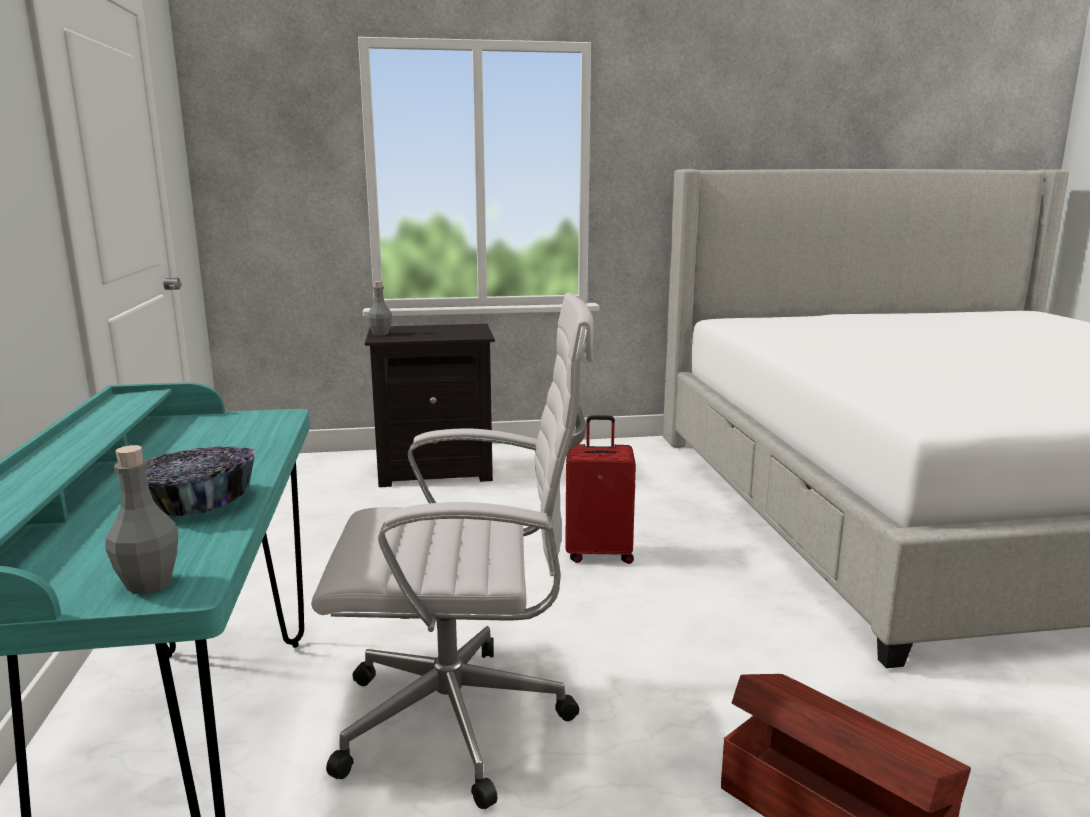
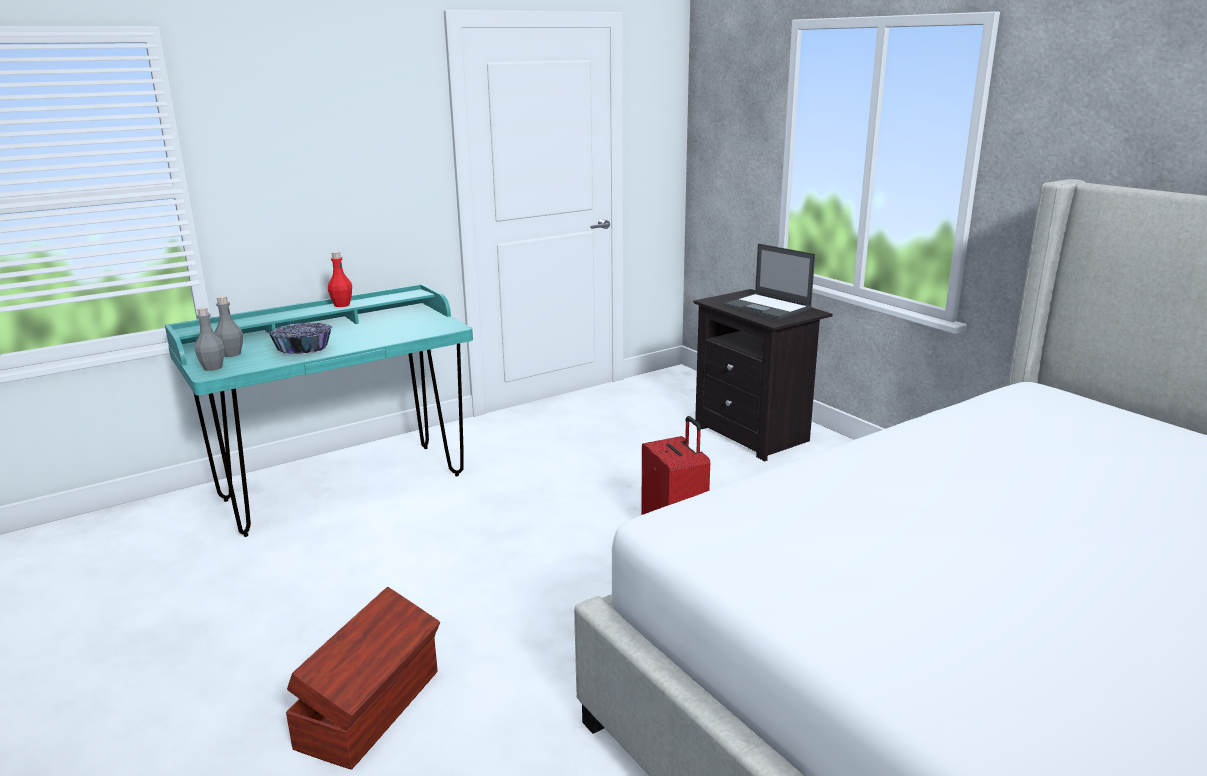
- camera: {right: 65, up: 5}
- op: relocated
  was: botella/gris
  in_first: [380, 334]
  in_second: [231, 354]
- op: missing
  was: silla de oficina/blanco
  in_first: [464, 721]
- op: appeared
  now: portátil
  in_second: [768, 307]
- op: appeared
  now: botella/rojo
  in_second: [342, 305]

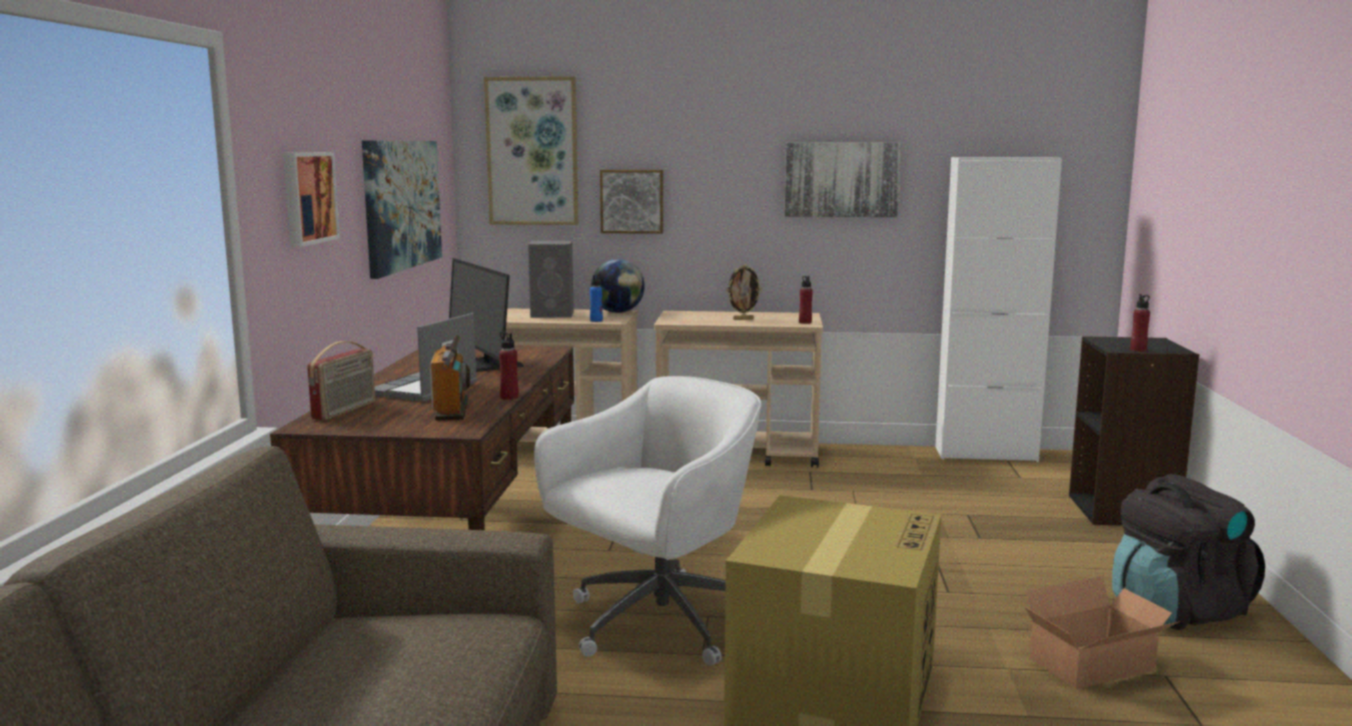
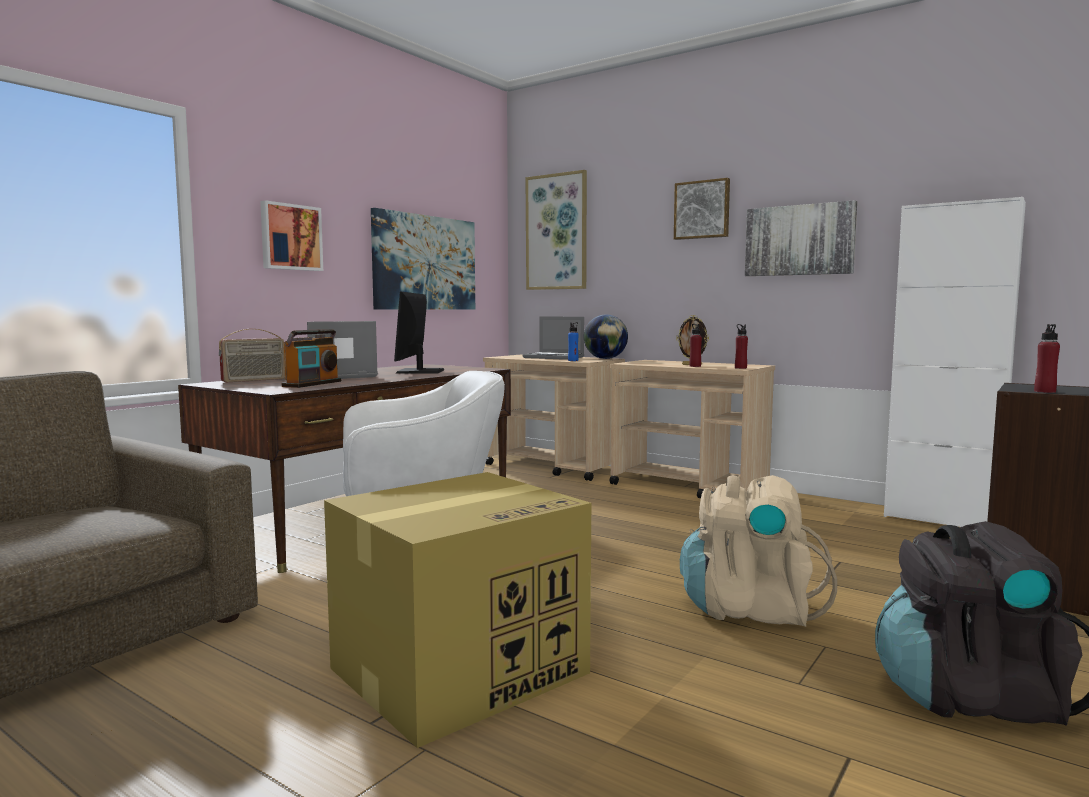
- camera: {right: 30, up: -5}
- op: relocated
  was: cuadro
  in_first: [632, 201]
  in_second: [702, 210]
- op: exchanged
  was: altavoz/gris
  now: portátil
  in_first: [553, 314]
  in_second: [554, 357]
- op: relocated
  was: botella/rojo
  in_first: [509, 397]
  in_second: [695, 366]
- op: missing
  was: caja de cartón
  in_first: [1097, 666]
- op: appeared
  now: mochila/beis
  in_second: [750, 609]

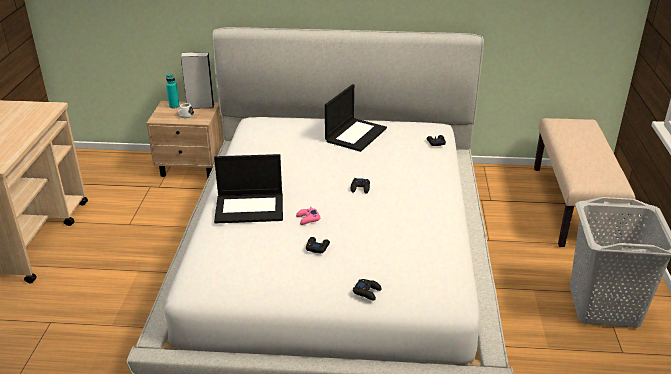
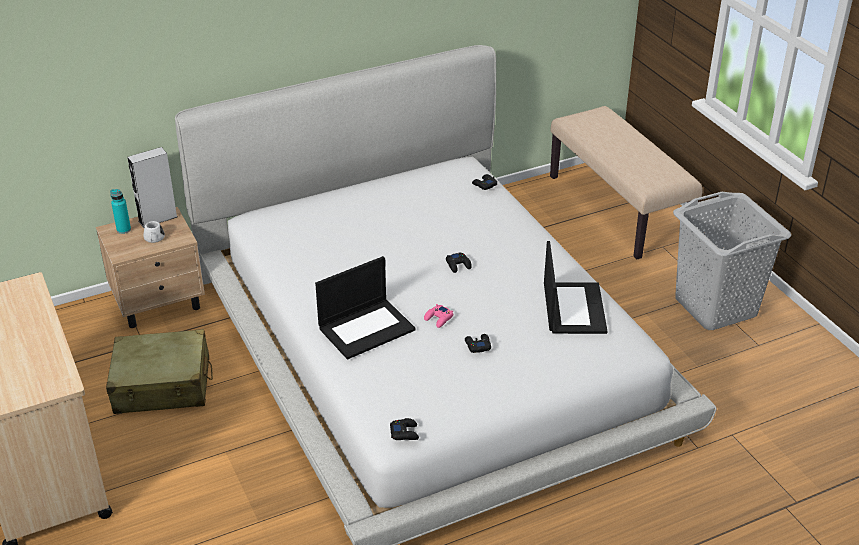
- camera: {right: -30, up: 5}
- op: relocated
  was: portátil
  in_first: [355, 134]
  in_second: [573, 308]
- op: relocated
  was: mando de consola/negro
  in_first: [367, 292]
  in_second: [404, 432]
- op: appeared
  now: maleta/beis
  in_second: [162, 385]

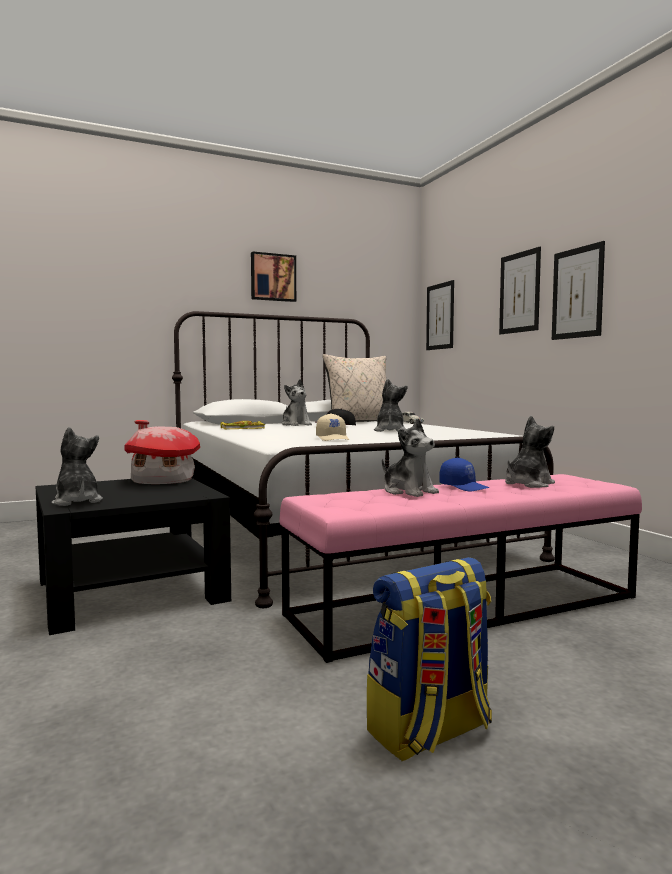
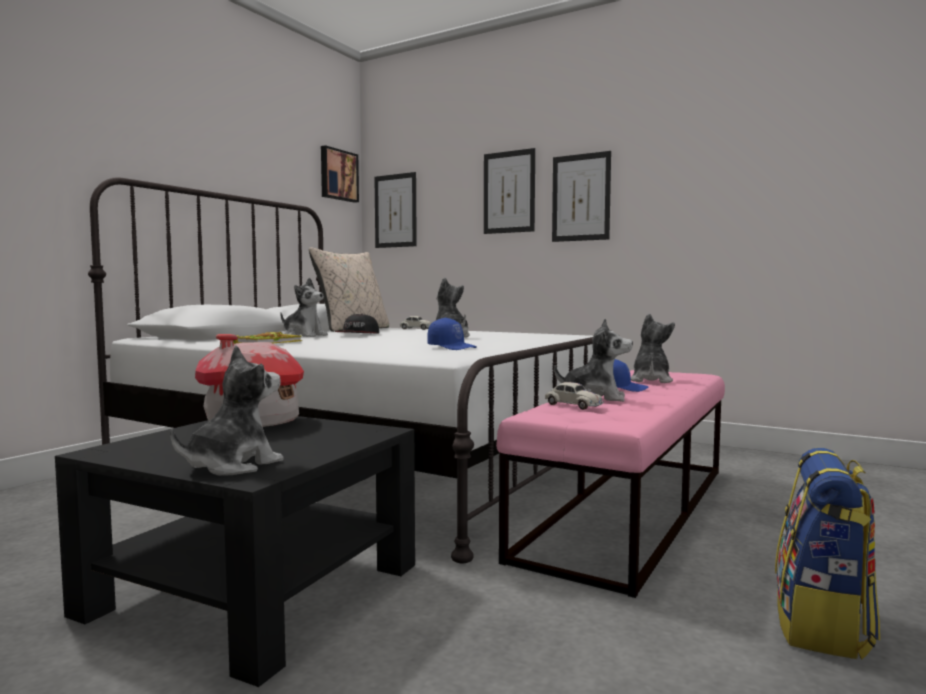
- camera: {right: -35, up: 0}
- op: relocated
  was: cuadro
  in_first: [273, 277]
  in_second: [338, 175]
- op: colour
  was: gorra/beis
  now: gorra/azul
  in_first: [333, 439]
  in_second: [452, 347]
- op: spun
  was: peluche
  in_first: [77, 501]
  in_second: [232, 465]
  clockwise: 105
- op: appeared
  now: coche de juguete/blanco
  in_second: [573, 405]

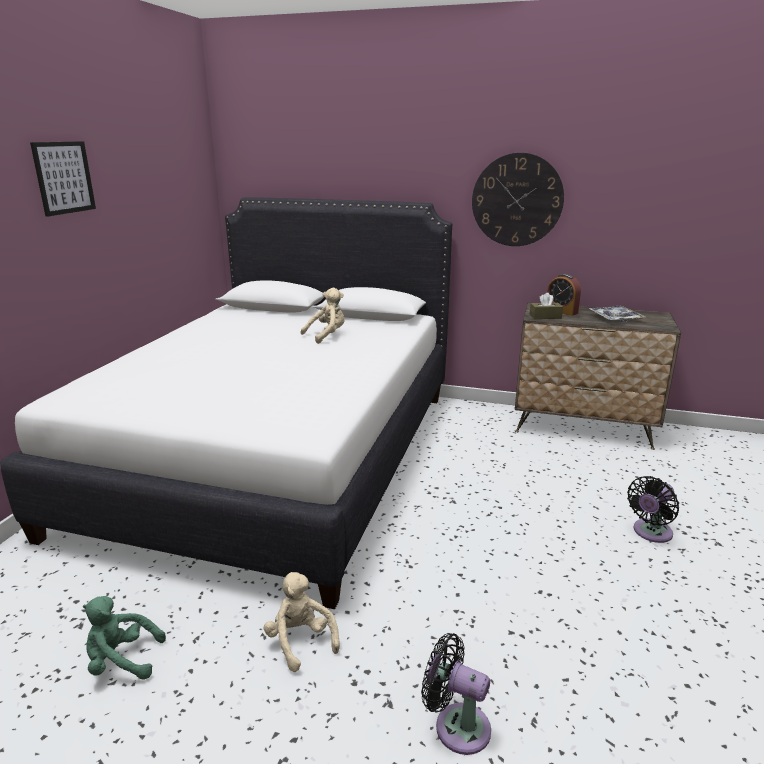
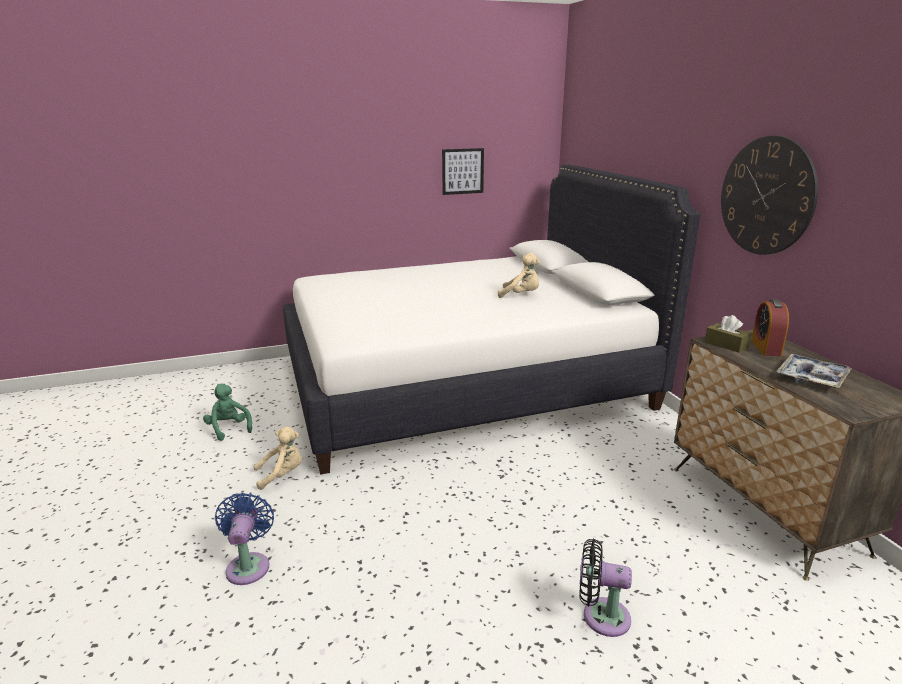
- camera: {right: 55, up: 0}
- op: relocated
  was: cuadro
  in_first: [64, 177]
  in_second: [462, 171]
- op: spun
  was: peluche/beis
  in_first: [300, 641]
  in_second: [282, 474]
  clockwise: 45
- op: colour
  was: ventilador/negro
  now: ventilador/azul
  in_first: [457, 725]
  in_second: [249, 565]

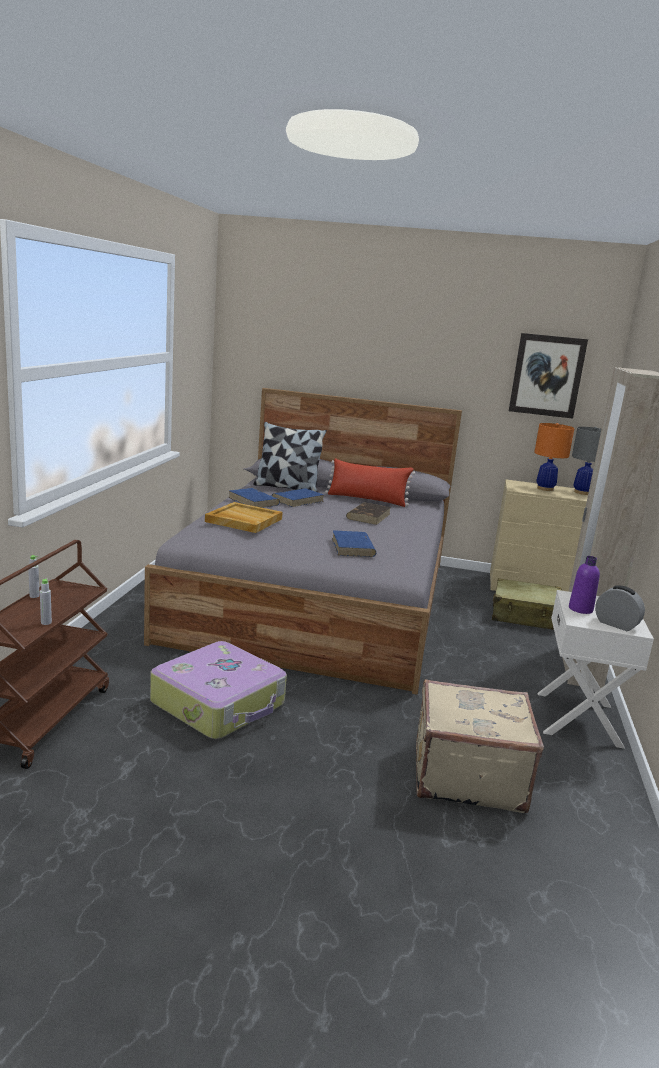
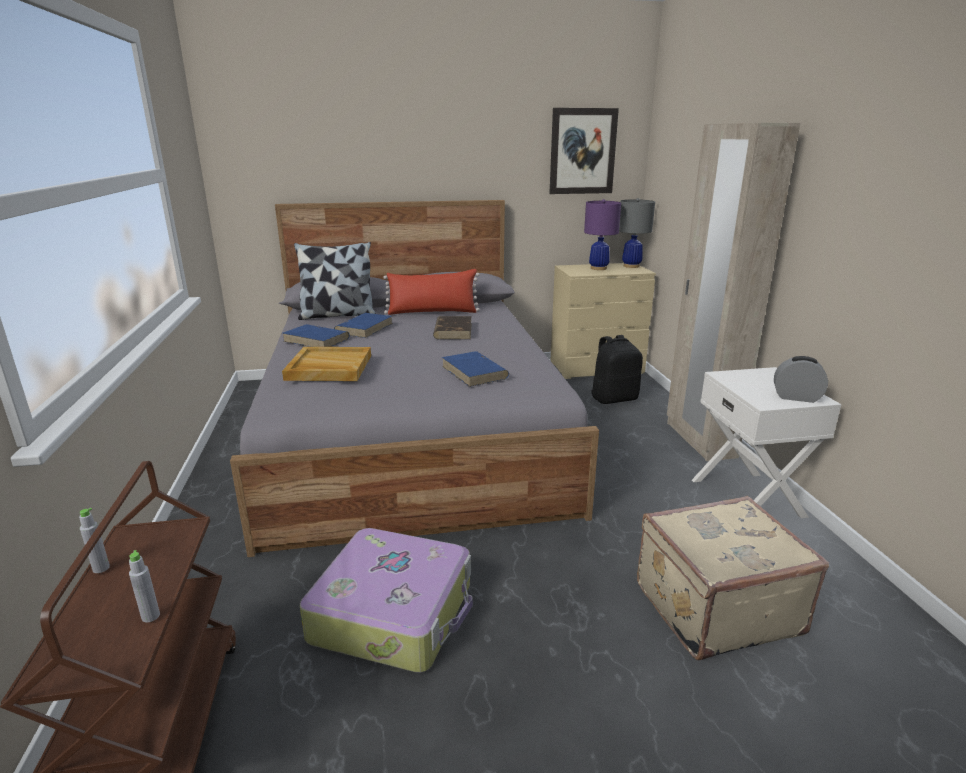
- camera: {right: -20, up: 5}
- op: colour
  was: lámpara de mesa/naranja
  now: lámpara de mesa/morado
  in_first: [545, 489]
  in_second: [598, 268]
- op: missing
  was: botella/morado
  in_first: [580, 609]
- op: exchanged
  was: maleta/beis
  now: mochila/negro
  in_first: [525, 616]
  in_second: [614, 398]

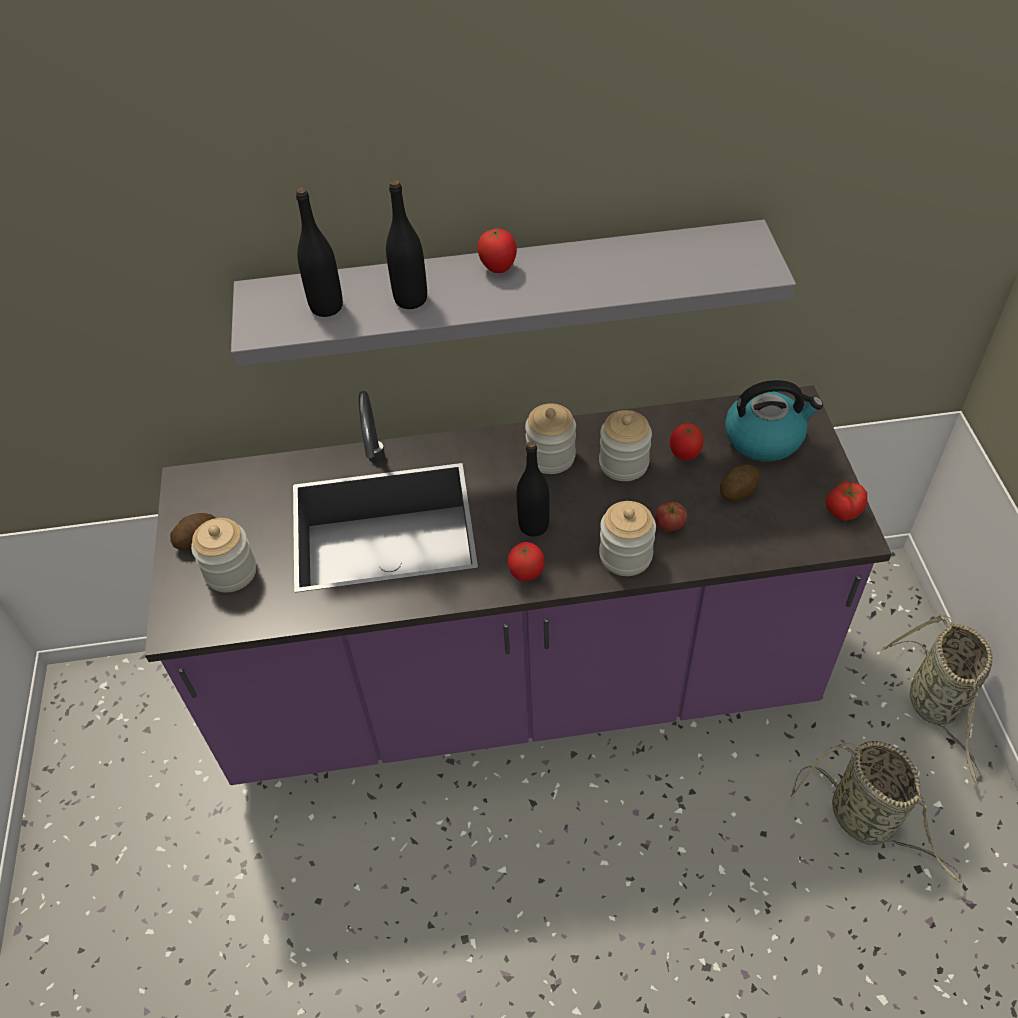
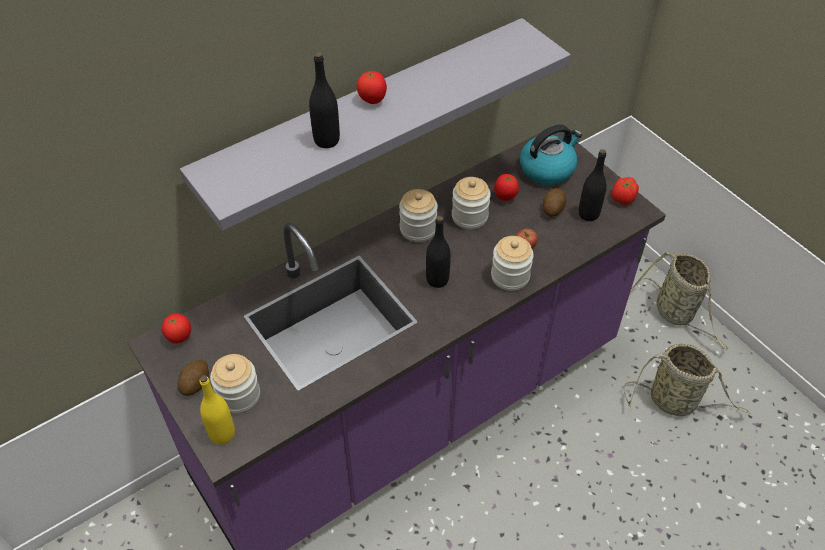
- camera: {right: -30, up: 0}
- op: relocated
  was: botella/negro
  in_first: [326, 307]
  in_second: [588, 214]
- op: relocated
  was: tomate
  in_first: [526, 574]
  in_second: [179, 338]
- op: appeared
  now: botella/amarillo
  in_second: [222, 434]

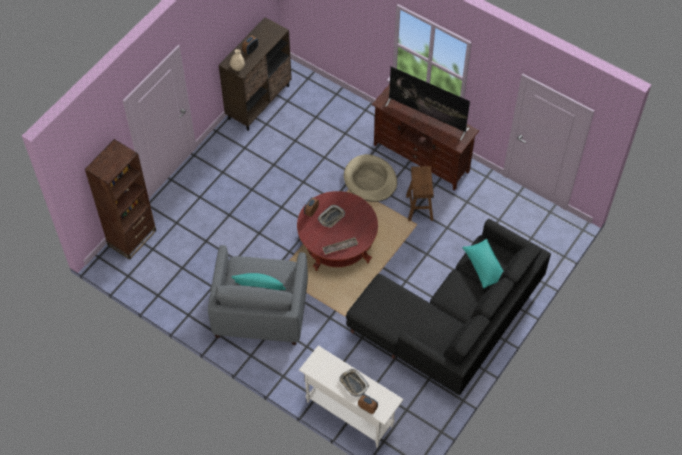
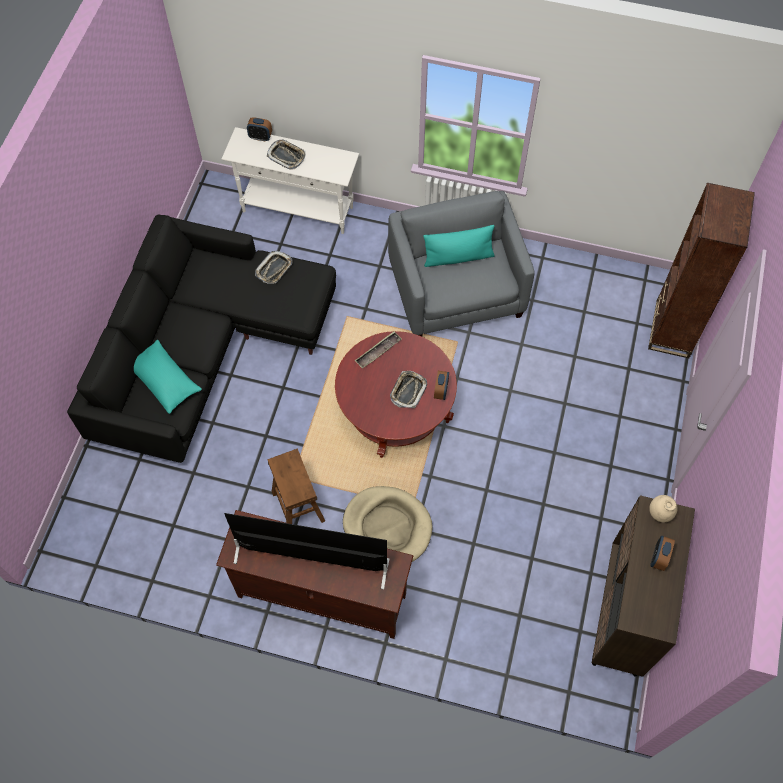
- camera: {right: 160, up: 5}
- op: appeared
  now: bandeja
  in_second: [274, 269]

